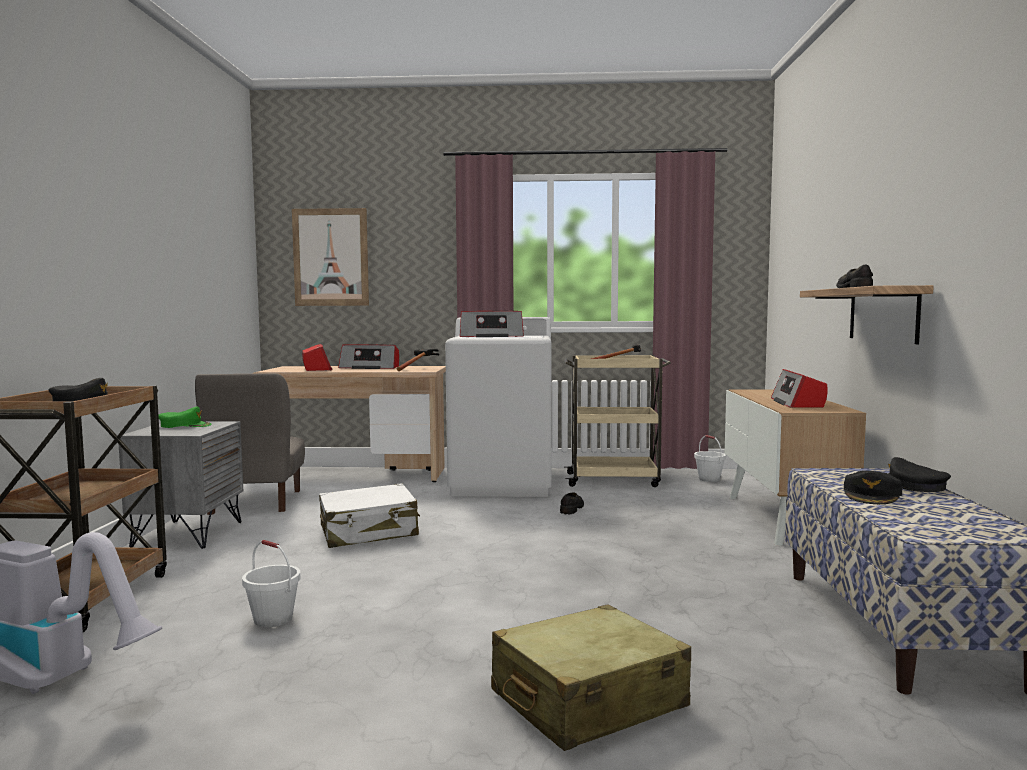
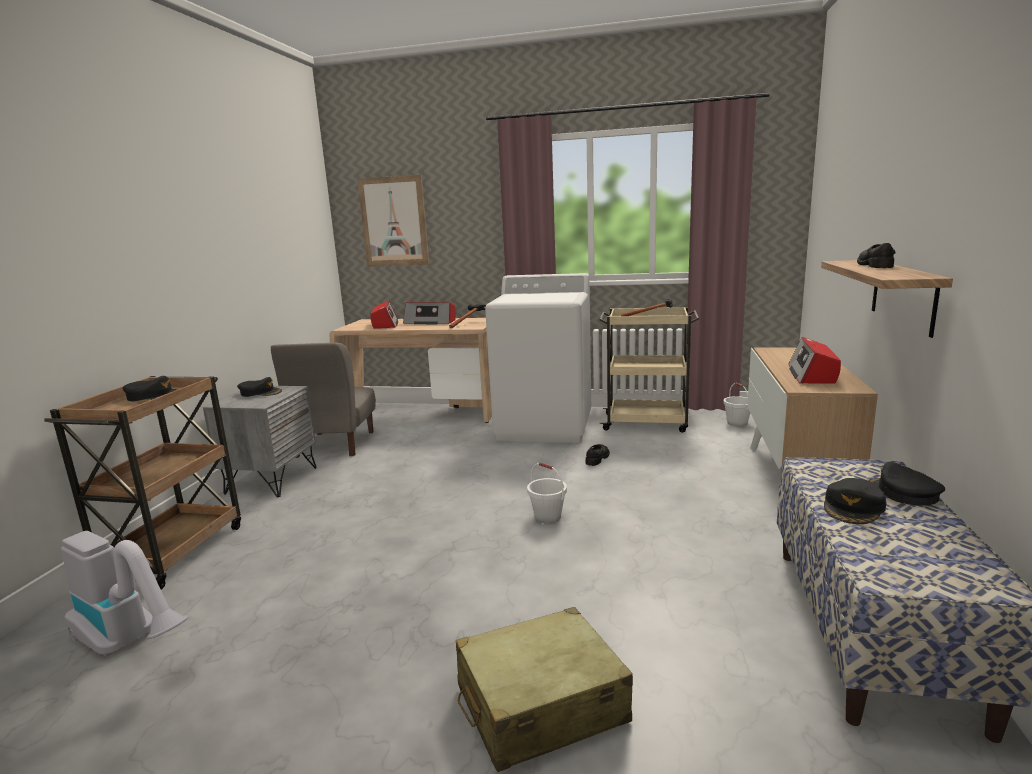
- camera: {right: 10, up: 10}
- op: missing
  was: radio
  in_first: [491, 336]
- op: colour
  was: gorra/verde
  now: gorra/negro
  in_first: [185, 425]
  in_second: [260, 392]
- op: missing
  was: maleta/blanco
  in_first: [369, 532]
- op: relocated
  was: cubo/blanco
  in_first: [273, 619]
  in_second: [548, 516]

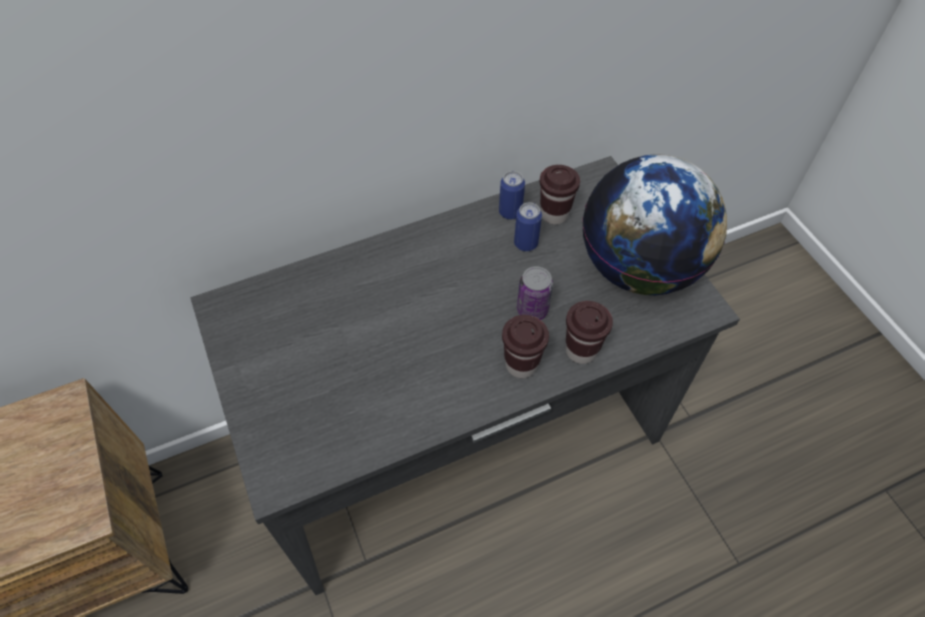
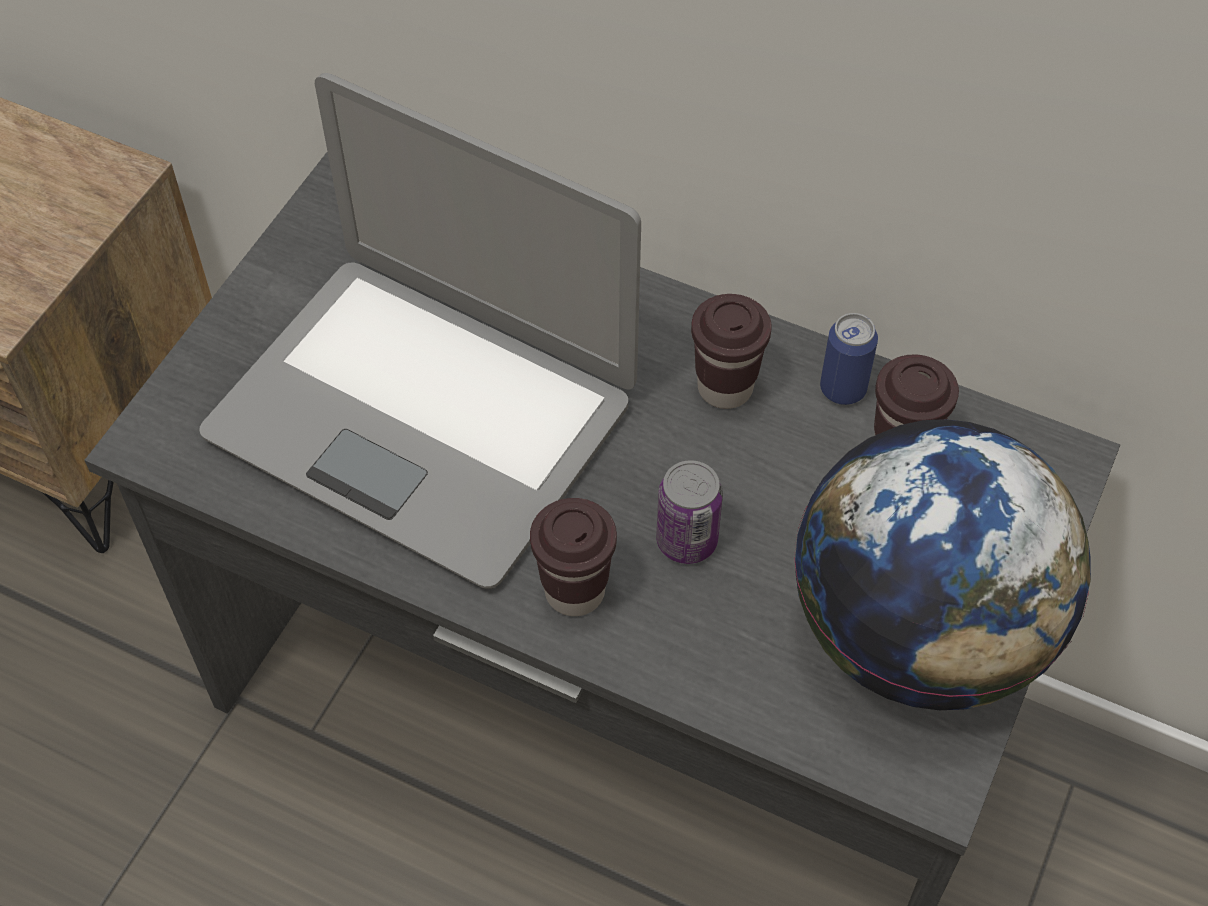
- camera: {right: 50, up: 0}
- op: missing
  was: lata
  in_first: [525, 243]
- op: relocated
  was: taza/marrón
  in_first: [581, 351]
  in_second: [725, 388]
- op: appeared
  now: portátil
  in_second: [423, 415]

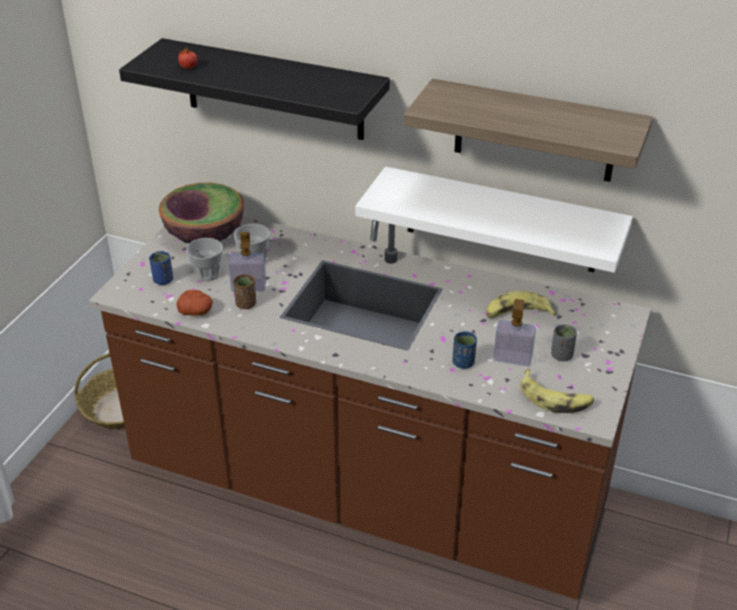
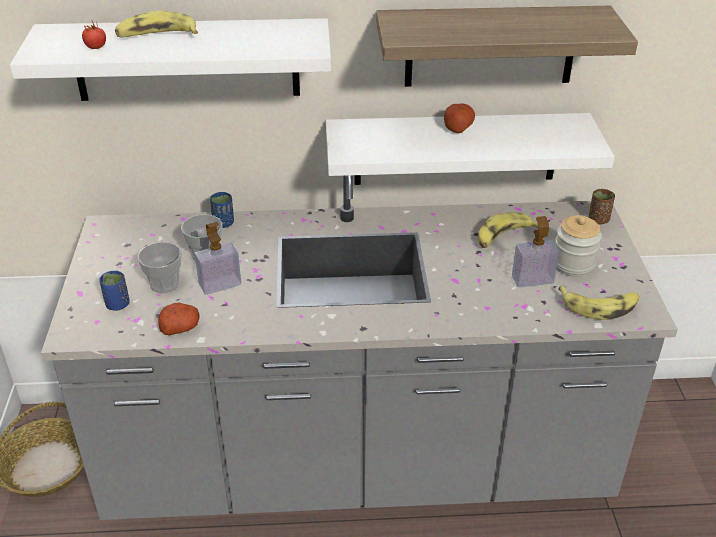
- camera: {right: -25, up: 0}
- op: colour
  was: estante/negro
  now: estante/blanco
  in_first: [273, 90]
  in_second: [186, 60]
- op: missing
  was: cuenco
  in_first: [205, 235]
- op: colour
  was: mueble bajo de cocina/marrón
  now: mueble bajo de cocina/gris
  in_first: [368, 489]
  in_second: [357, 462]
- op: relocated
  was: taza/marrón
  in_first: [246, 304]
  in_second: [598, 219]
- op: exchanged
  was: taza/gris
  now: tarro
  in_first: [561, 355]
  in_second: [573, 264]
- op: relocated
  was: taza/azul
  in_first: [463, 363]
  in_second: [223, 223]
- op: appeared
  now: plátano
  in_second: [157, 36]
- op: appeared
  now: patata
  in_second: [458, 127]

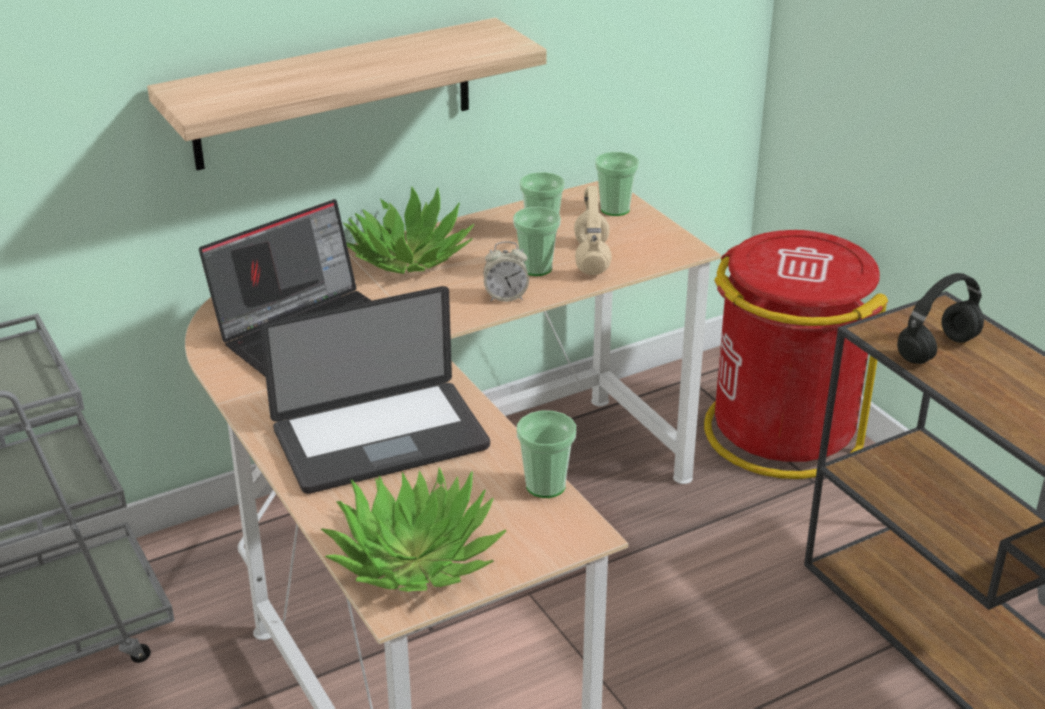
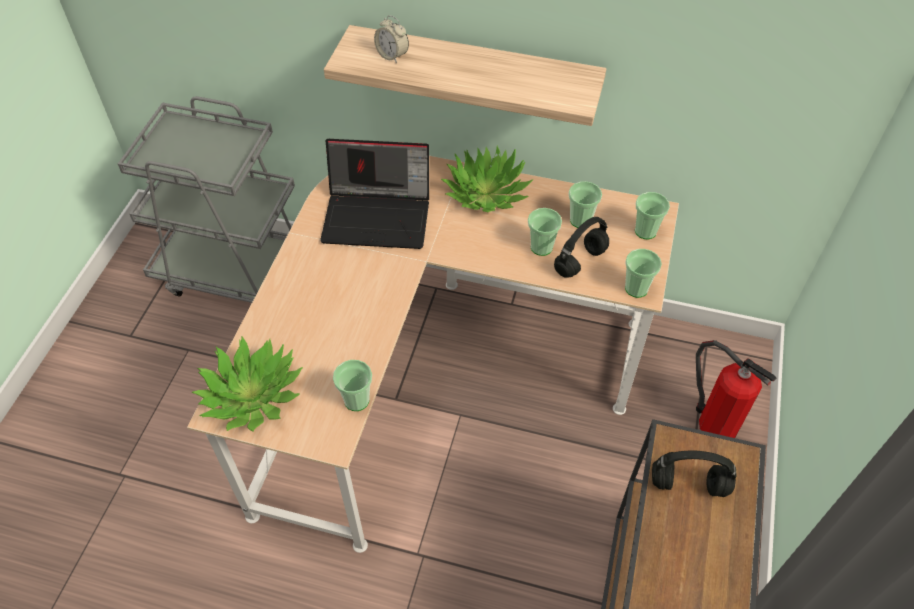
- camera: {right: 45, up: 20}
- op: colour
  was: auriculares/beis
  now: auriculares/negro
  in_first: [592, 260]
  in_second: [580, 262]
- op: exchanged
  was: papelera/rojo
  now: extintor
  in_first: [780, 432]
  in_second: [714, 422]
- op: relocated
  was: despertador
  in_first: [506, 297]
  in_second: [392, 55]
- op: missing
  was: portátil
  in_first: [380, 440]
- op: appeared
  now: taza
  in_second: [636, 288]

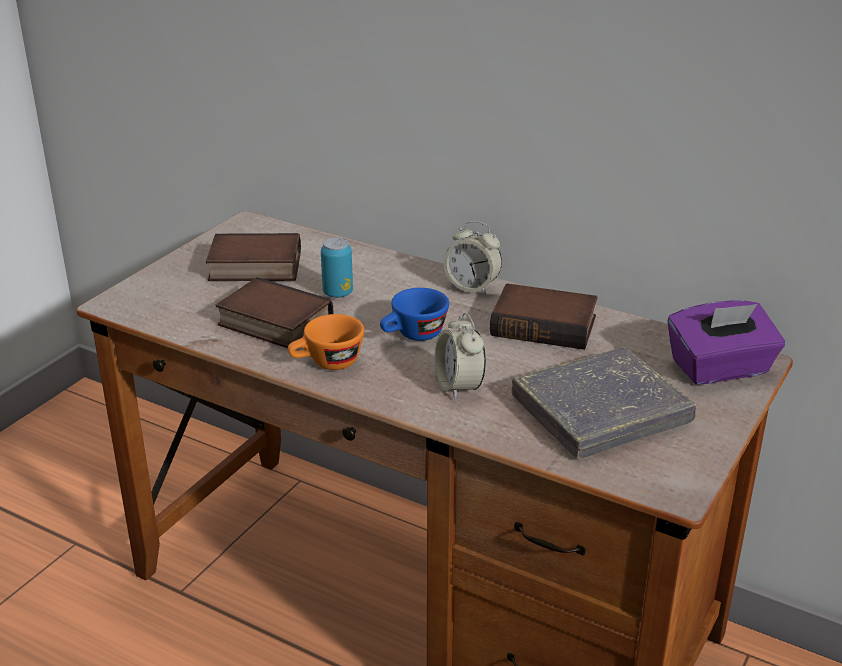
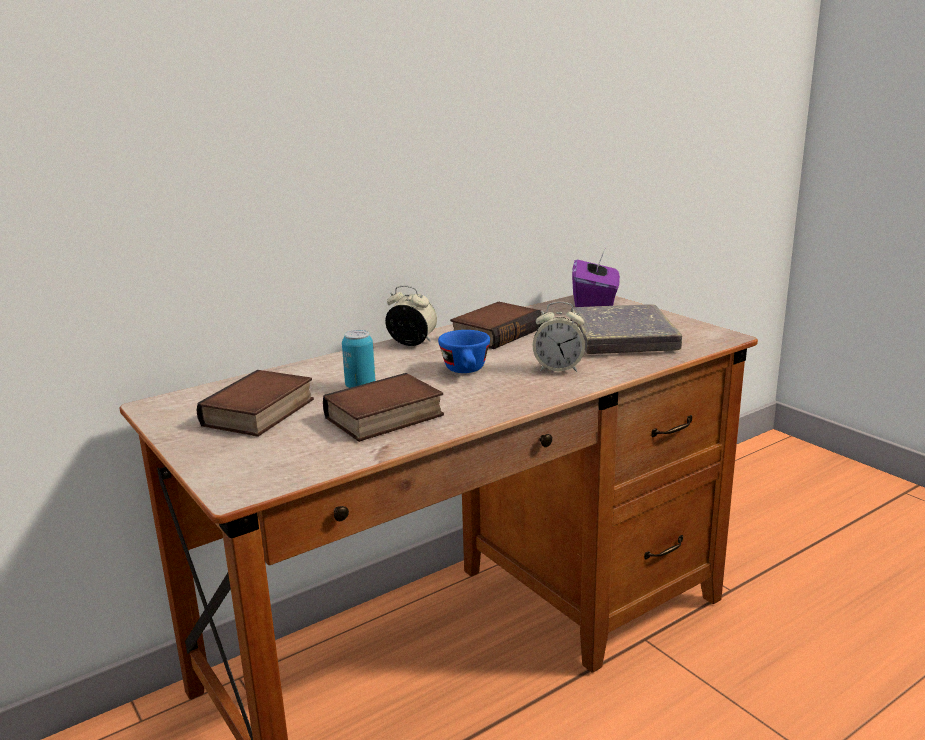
- camera: {right: -65, up: -10}
- op: spun
  was: despertador
  in_first: [472, 287]
  in_second: [412, 343]
  clockwise: -120
- op: missing
  was: taza/naranja
  in_first: [327, 363]

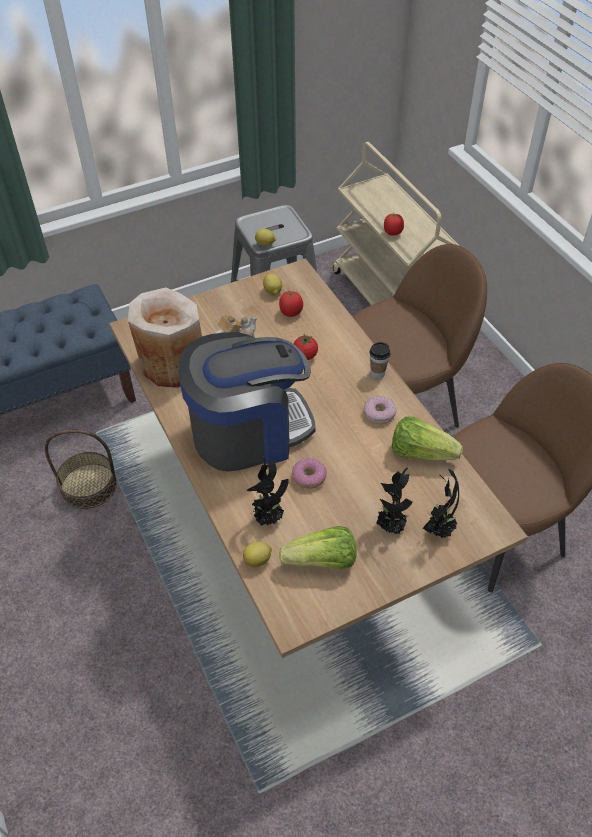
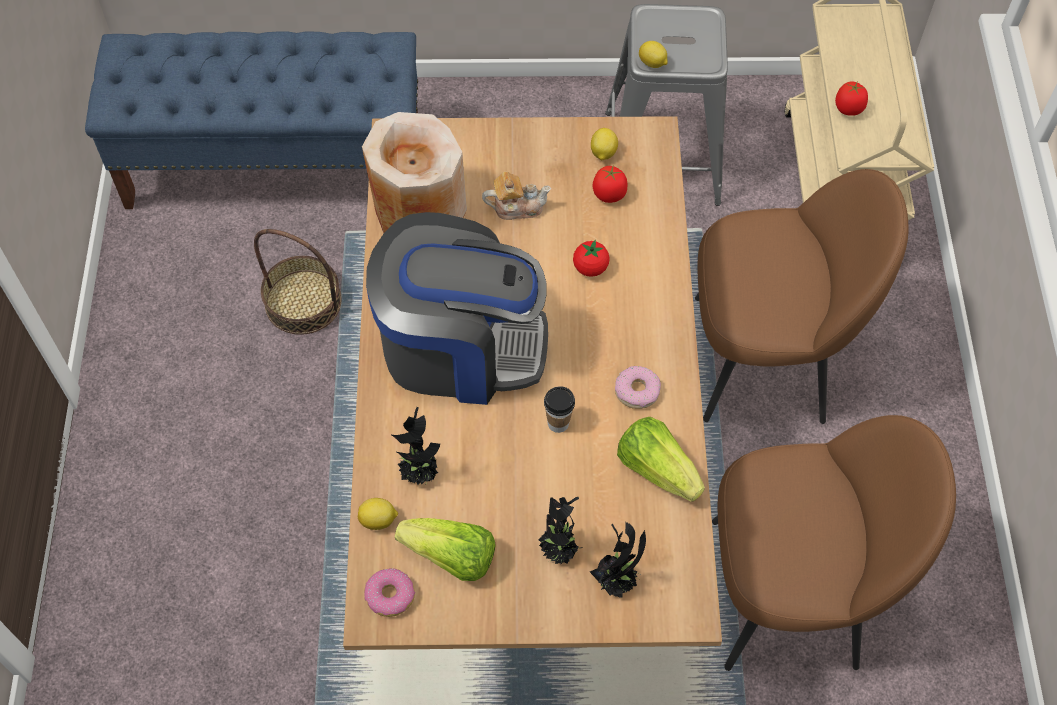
- camera: {right: 25, up: 10}
- op: relocated
  was: taza
  in_first: [377, 373]
  in_second: [558, 423]
- op: relocated
  was: rosquilla
  in_first: [309, 477]
  in_second: [390, 596]

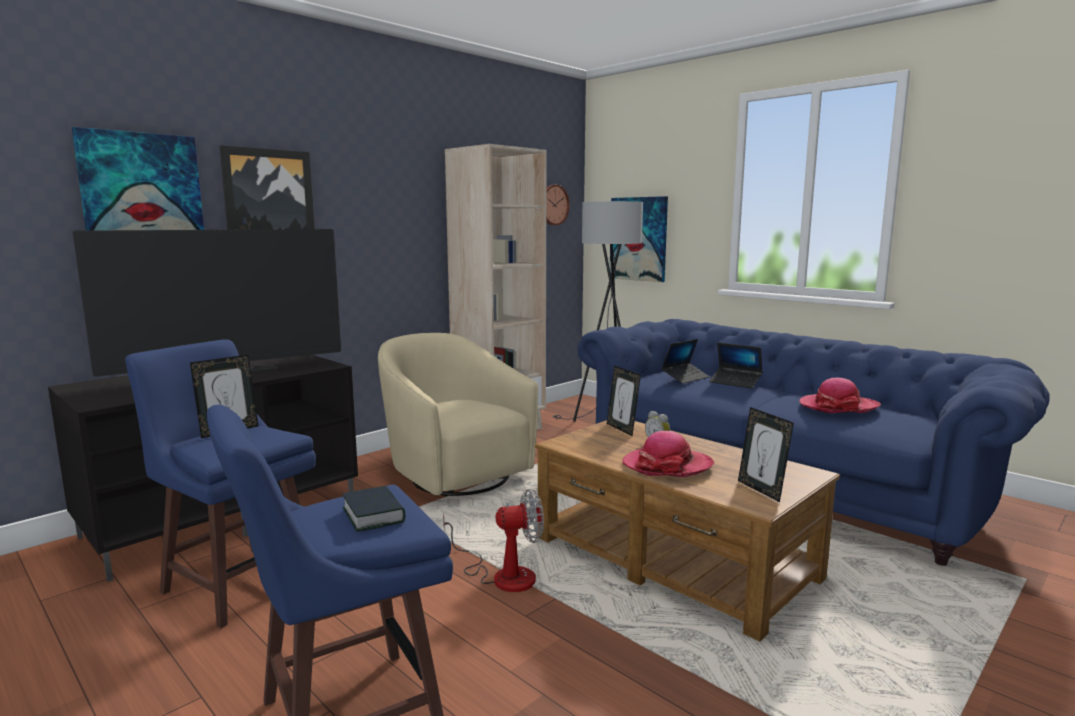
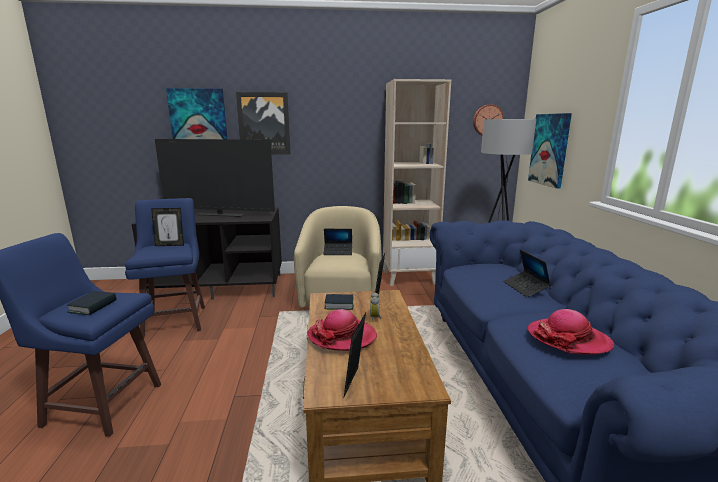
- camera: {right: 40, up: 5}
- op: relocated
  was: portátil
  in_first: [685, 378]
  in_second: [338, 252]
- op: missing
  was: ventilador
  in_first: [502, 575]
- op: appeared
  now: libro
  in_second: [339, 305]

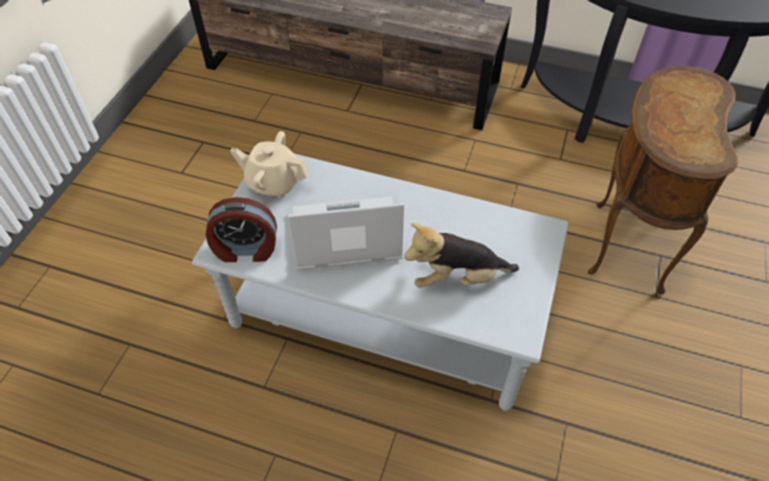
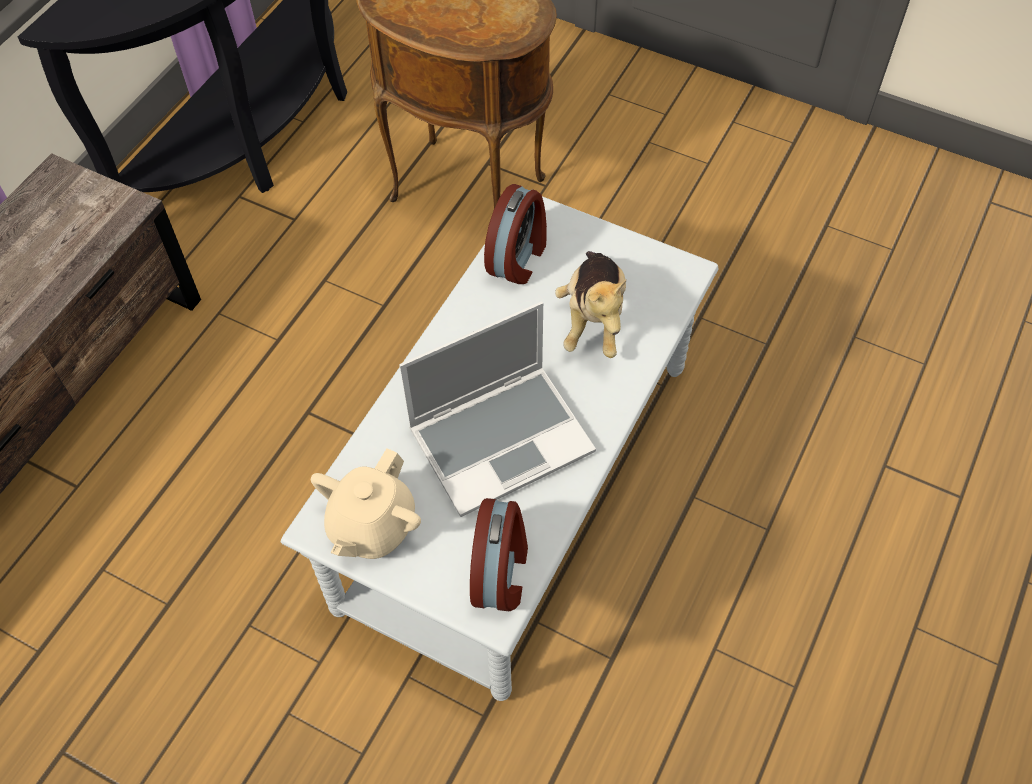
- camera: {right: -80, up: 5}
- op: spun
  was: portátil
  in_first: [345, 237]
  in_second: [502, 438]
  clockwise: -120
- op: appeared
  now: despertador
  in_second: [518, 258]

